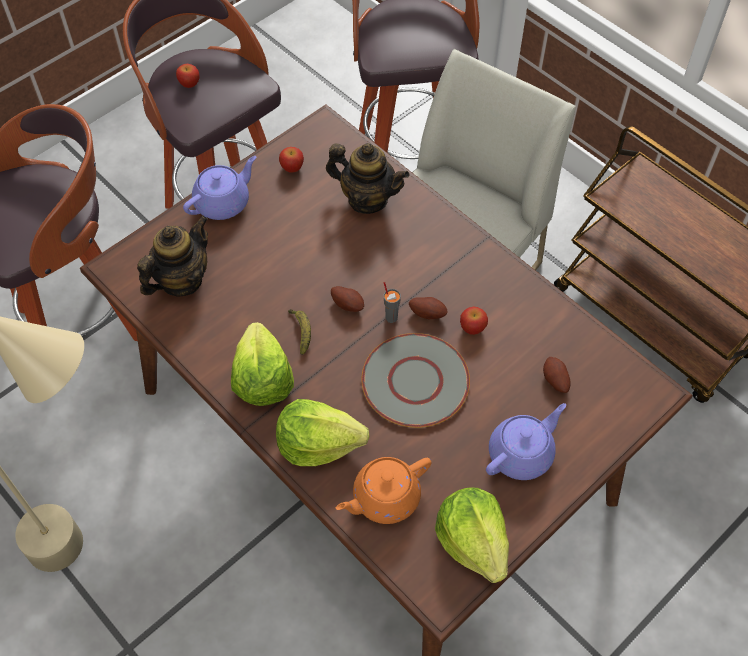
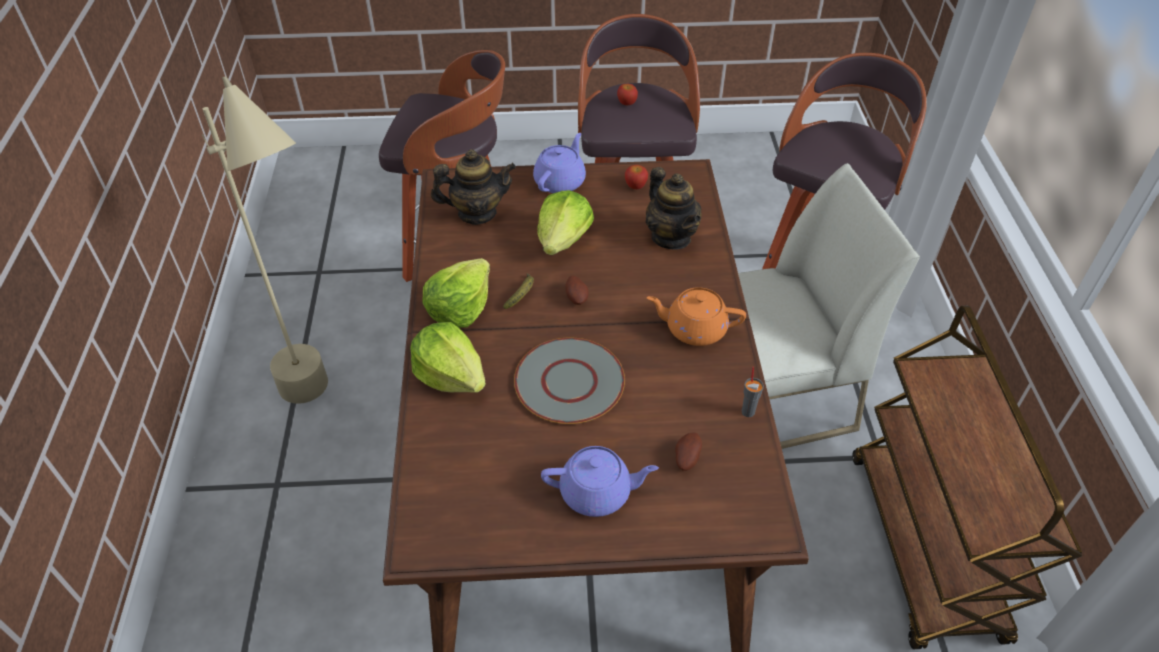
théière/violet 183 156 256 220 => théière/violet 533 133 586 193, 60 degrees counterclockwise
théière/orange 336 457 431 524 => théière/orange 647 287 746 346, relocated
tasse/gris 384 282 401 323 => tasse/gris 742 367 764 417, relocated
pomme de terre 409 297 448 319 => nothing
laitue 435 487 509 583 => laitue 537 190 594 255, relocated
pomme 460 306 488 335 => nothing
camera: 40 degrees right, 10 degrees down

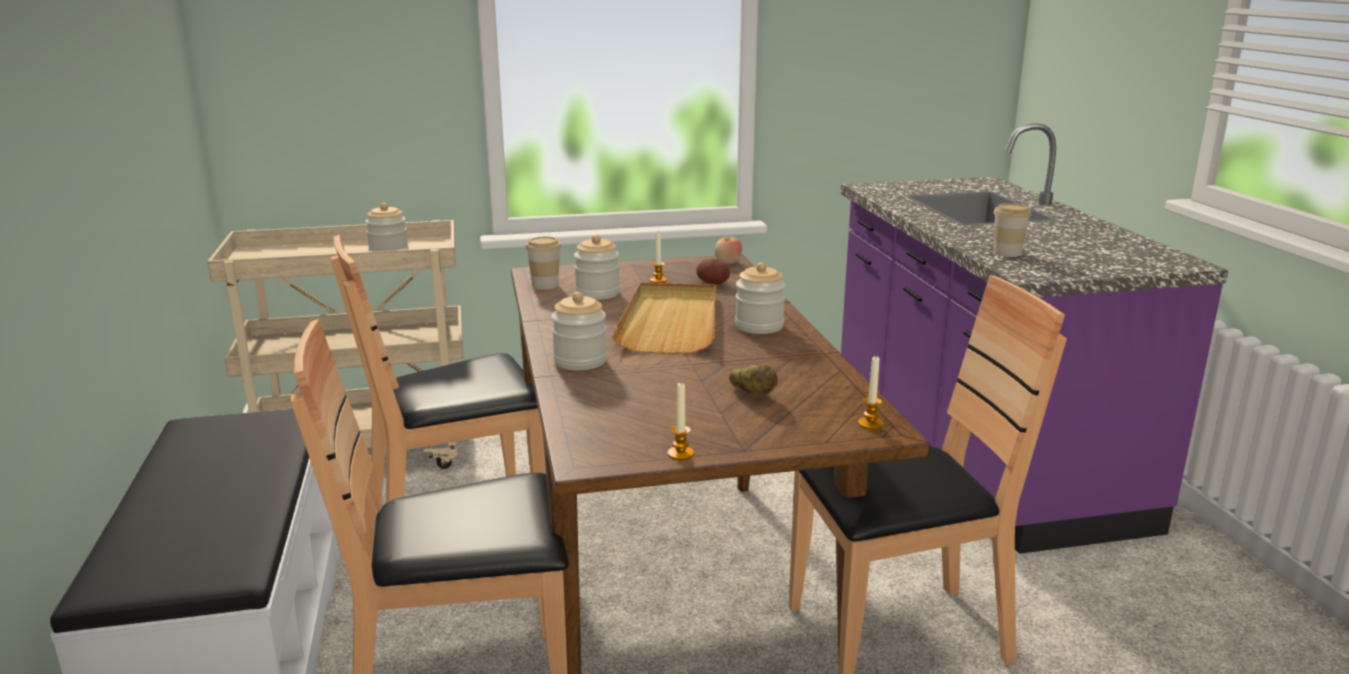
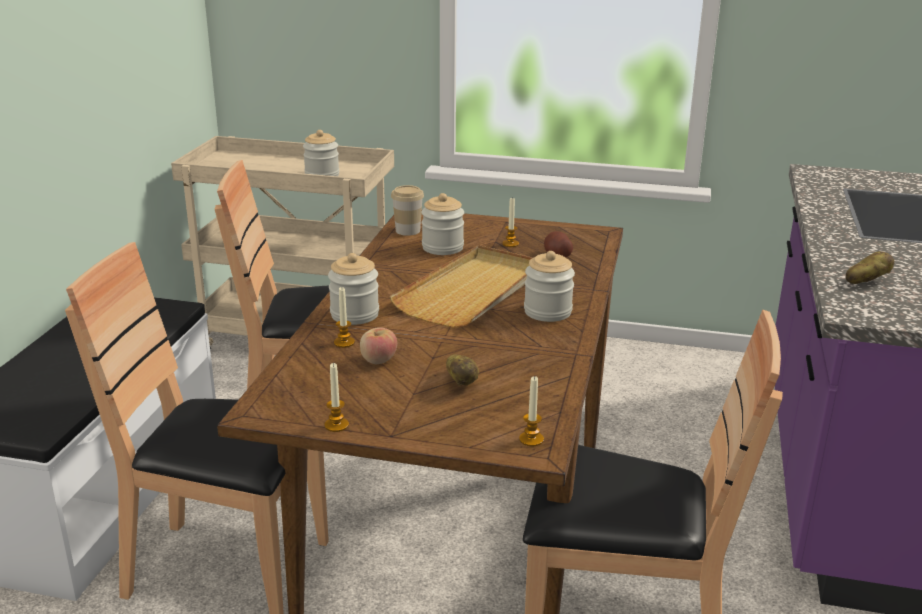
pomme 714 237 742 264 => pomme 360 327 397 364, relocated
tasse 993 203 1031 257 => pomme de terre 846 251 895 284
nothing => bougie 334 287 355 348
camera: 25 degrees right, 5 degrees up

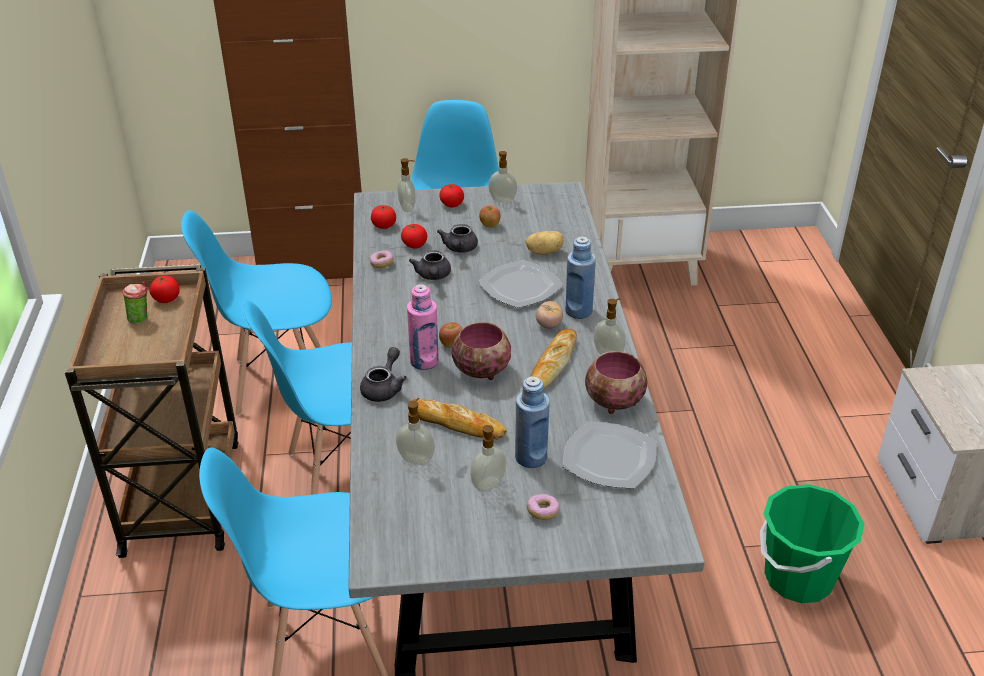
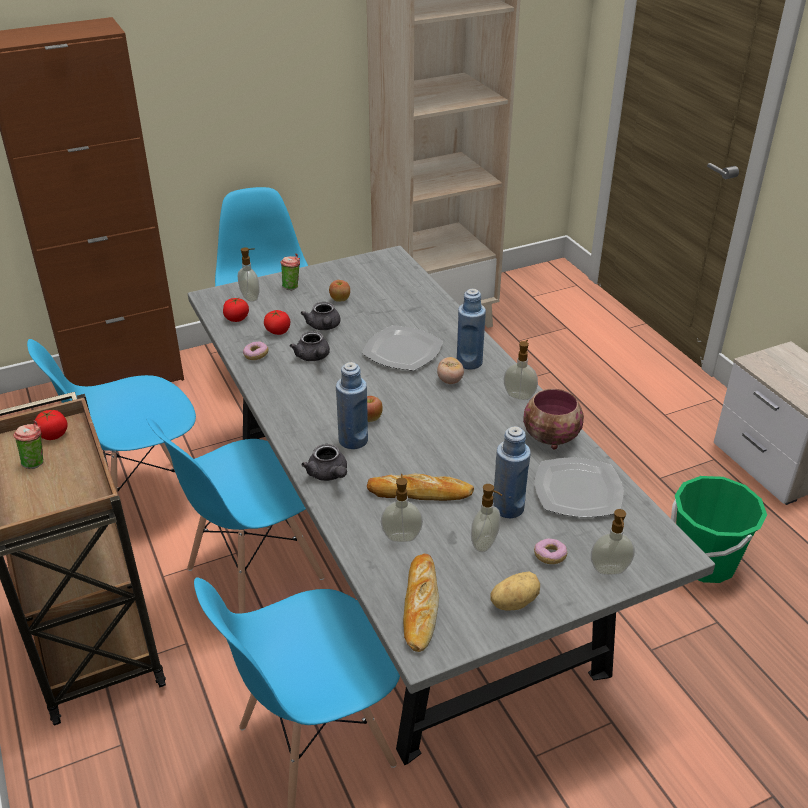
théière/gris 360 347 407 402 => théière/gris 302 444 347 481, 150 degrees clockwise
bouteille/rose 407 284 439 370 => bouteille/bleu 336 362 368 449
tomate 439 184 464 207 => tasse 280 253 300 290
bol 452 322 511 380 => nothing
distributeur de savon 488 151 517 203 => distributeur de savon 591 509 635 575, relocated
pomme de terre 525 231 563 255 => pomme de terre 490 572 540 611, relocated
pain 530 329 577 390 => pain 403 554 439 652, relocated
camera: 20 degrees left, 0 degrees up

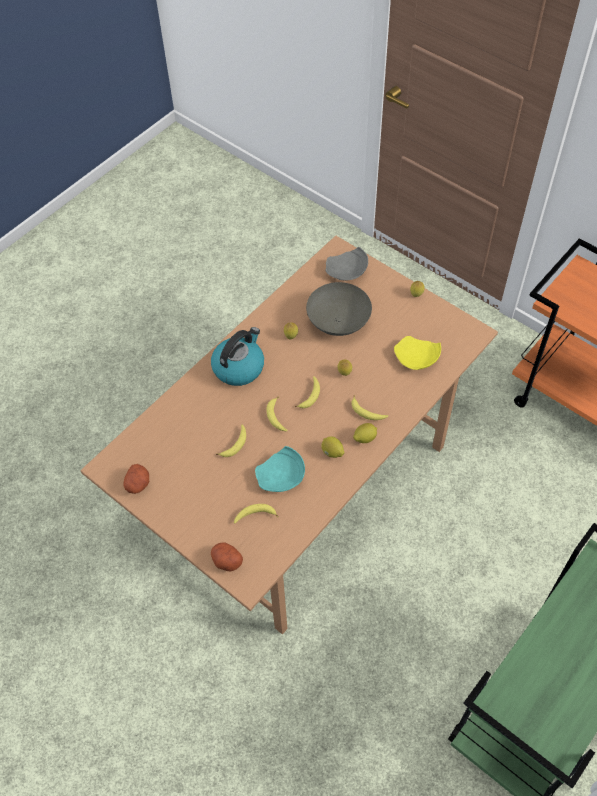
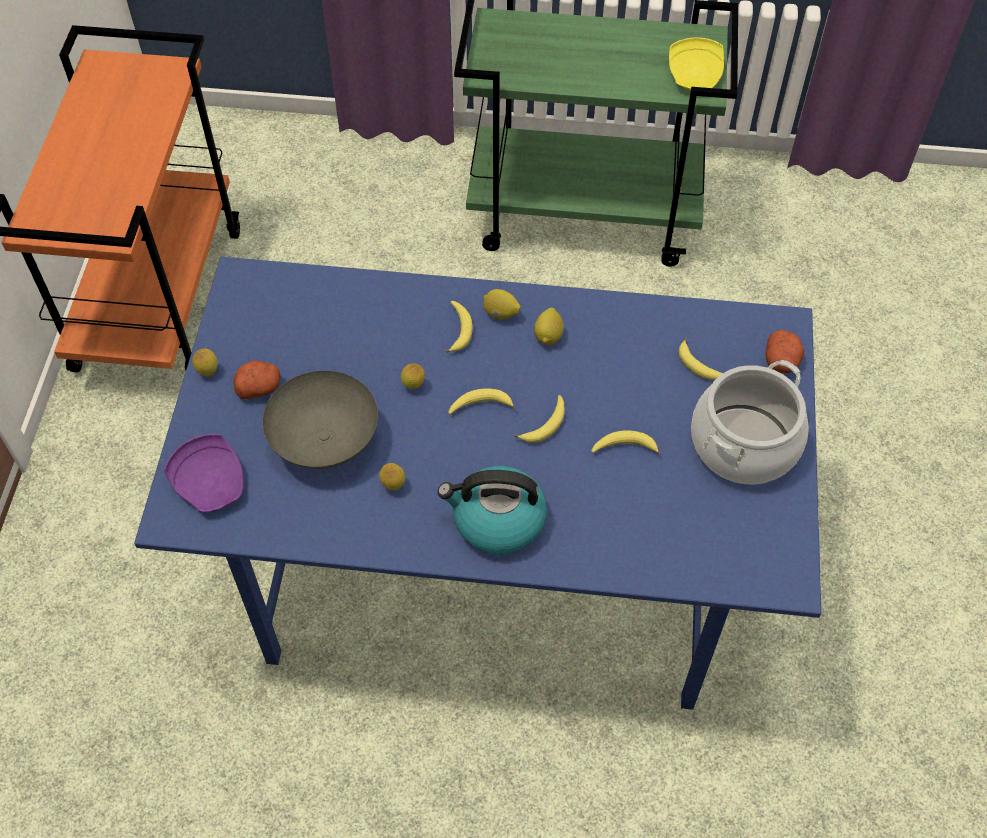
table à manger/marron 80 236 498 635 => table à manger/bleu 134 257 821 710
pomme de terre 123 464 149 494 => pomme de terre 233 360 281 399, relocated
assiette/turquoise 255 446 305 492 => nothing
assiette/gris 326 247 368 280 => assiette/violet 164 434 244 512
assiette/jaune 394 336 441 370 => assiette/jaune 669 37 724 91, relocated
nothing => marmite 691 360 809 484
camera: 125 degrees left, 0 degrees up

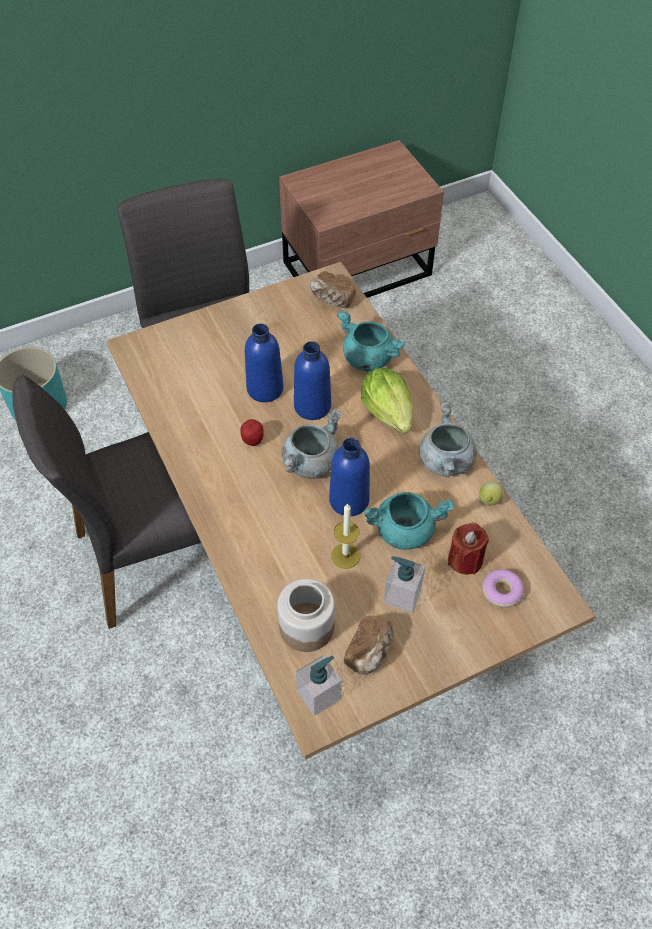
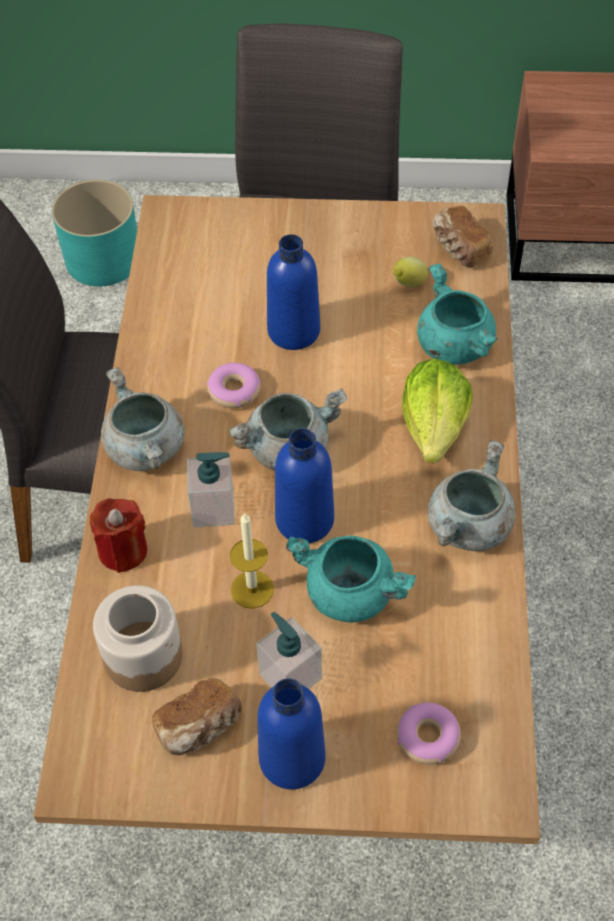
pomme 240 419 264 446 => beignet 207 363 261 408
bouteille/bleu 294 341 331 420 => bouteille/bleu 257 678 326 790, relocated
distributeur de savon 296 655 342 716 => distributeur de savon 187 452 235 528, relocated
bougie/rouge 448 522 489 575 => bougie/rouge 90 498 147 573, relocated
citron 479 482 504 505 => citron 392 257 428 287, relocated
nothing => marmite/gris 101 367 184 471
camera: 30 degrees right, 0 degrees up

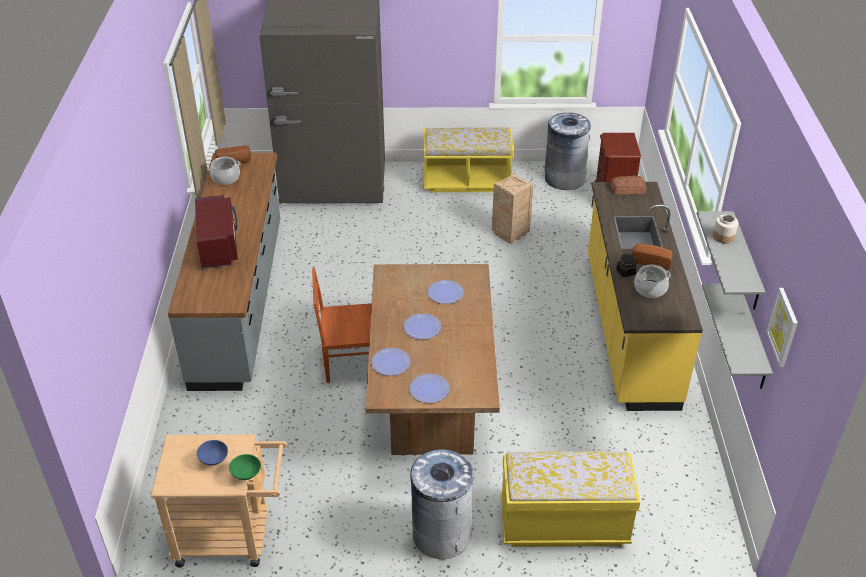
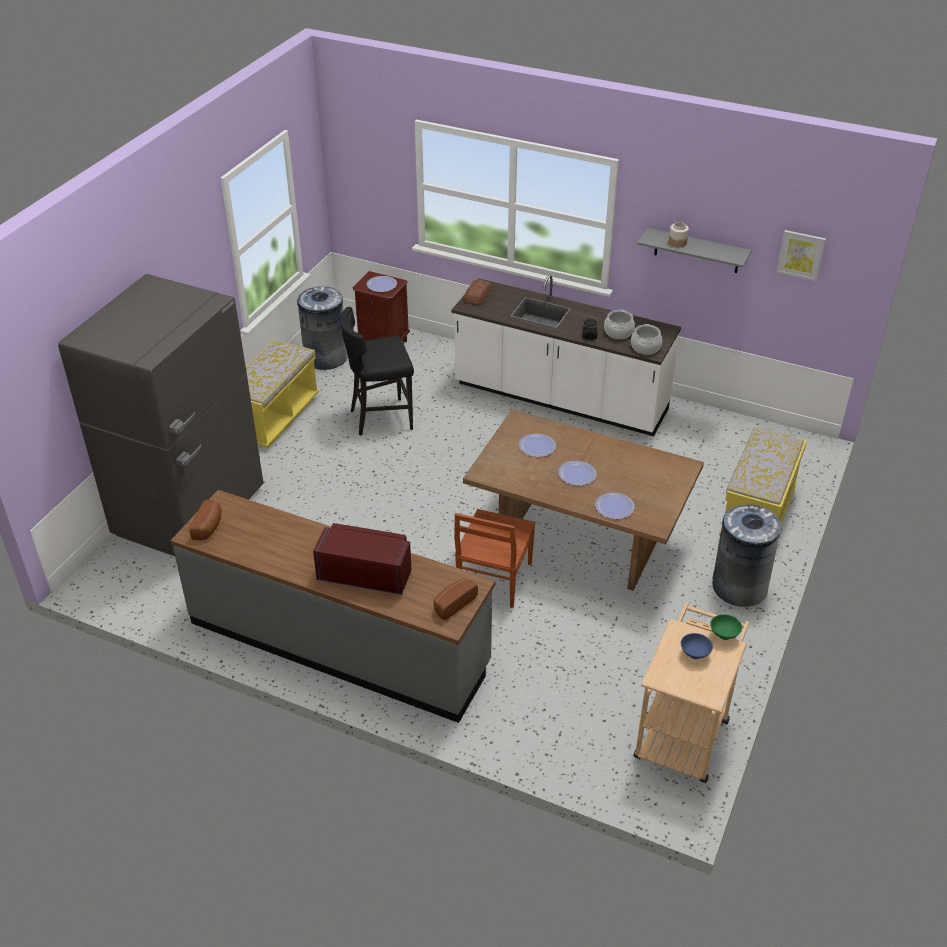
marmite 208 156 240 185 => marmite 631 324 662 355, relocated
assiette 409 374 450 403 => assiette 367 276 397 292, relocated
caisse 492 173 534 244 => tabouret/noir 340 307 414 436
comptoir de cuisine/jaune 588 182 703 411 => comptoir de cuisine/blanc 451 275 681 436
pain 631 244 672 270 => pain 434 578 478 620, relocated
étagère/gris 702 284 773 389 => nothing
camera: 65 degrees left, 0 degrees up

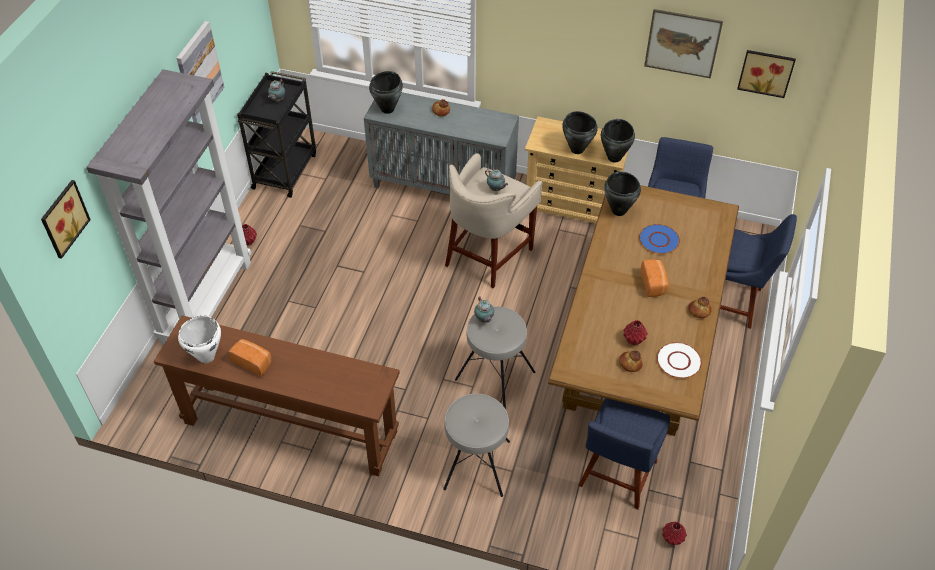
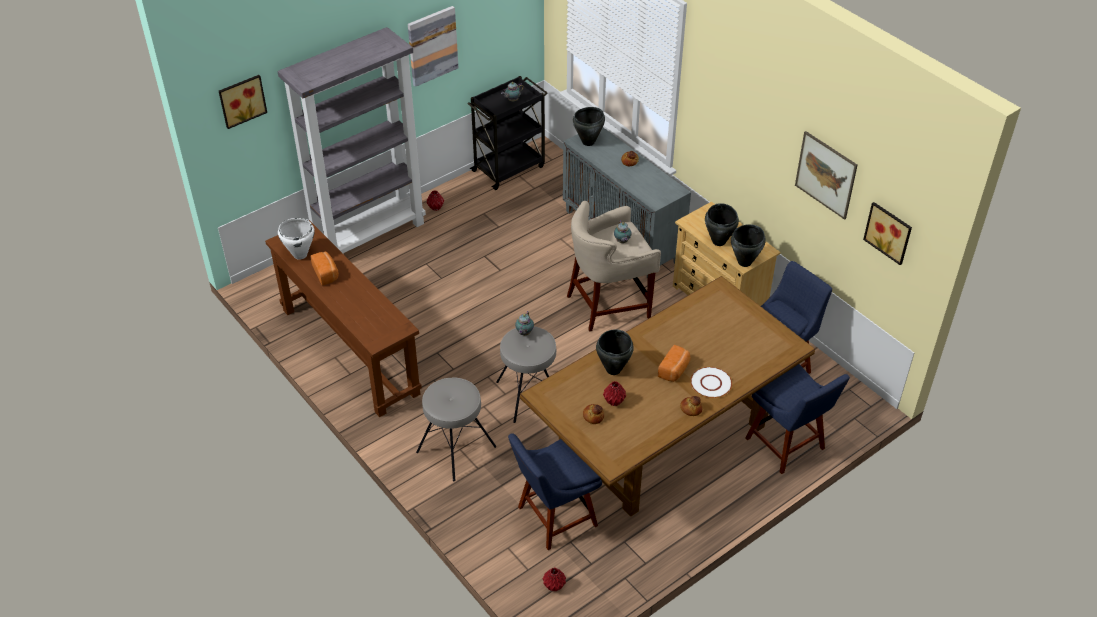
marmite/noir 604 171 641 216 => marmite/noir 596 329 634 375, relocated
assiette/bleu 639 224 680 254 => nothing
assiette/blanc 657 342 702 379 => assiette/blanc 690 367 732 398, relocated
camera: 35 degrees right, 5 degrees down

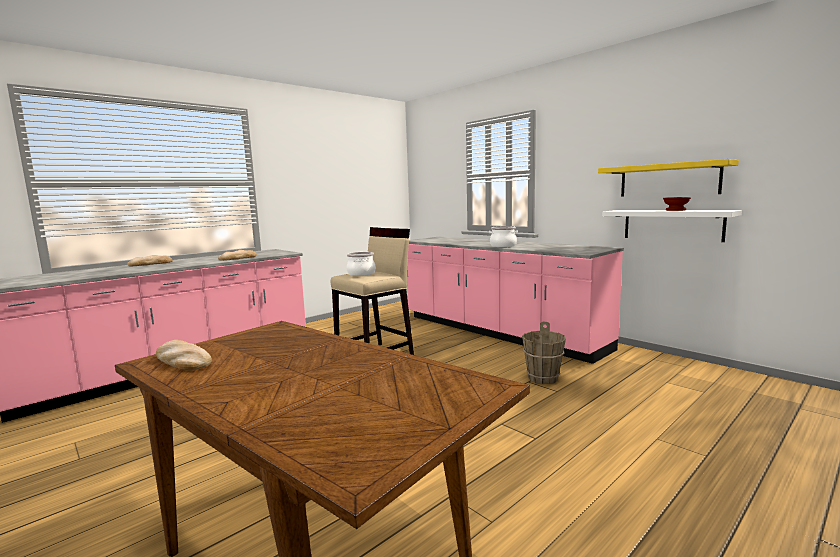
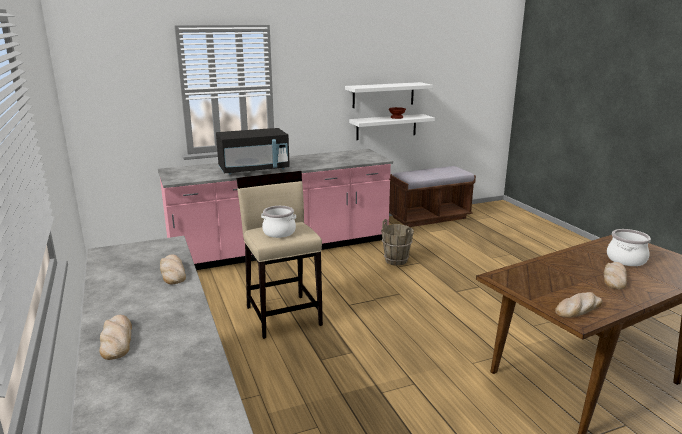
marmite 489 226 518 247 => marmite 607 229 651 266, relocated
étagère/jaune 598 159 739 197 => étagère/blanc 345 82 433 108
nothing => micro-ondes/noir 216 128 290 174
nothing => banc/marron 389 166 476 227
nothing => pain 604 262 627 289
camera: 70 degrees left, 10 degrees up

